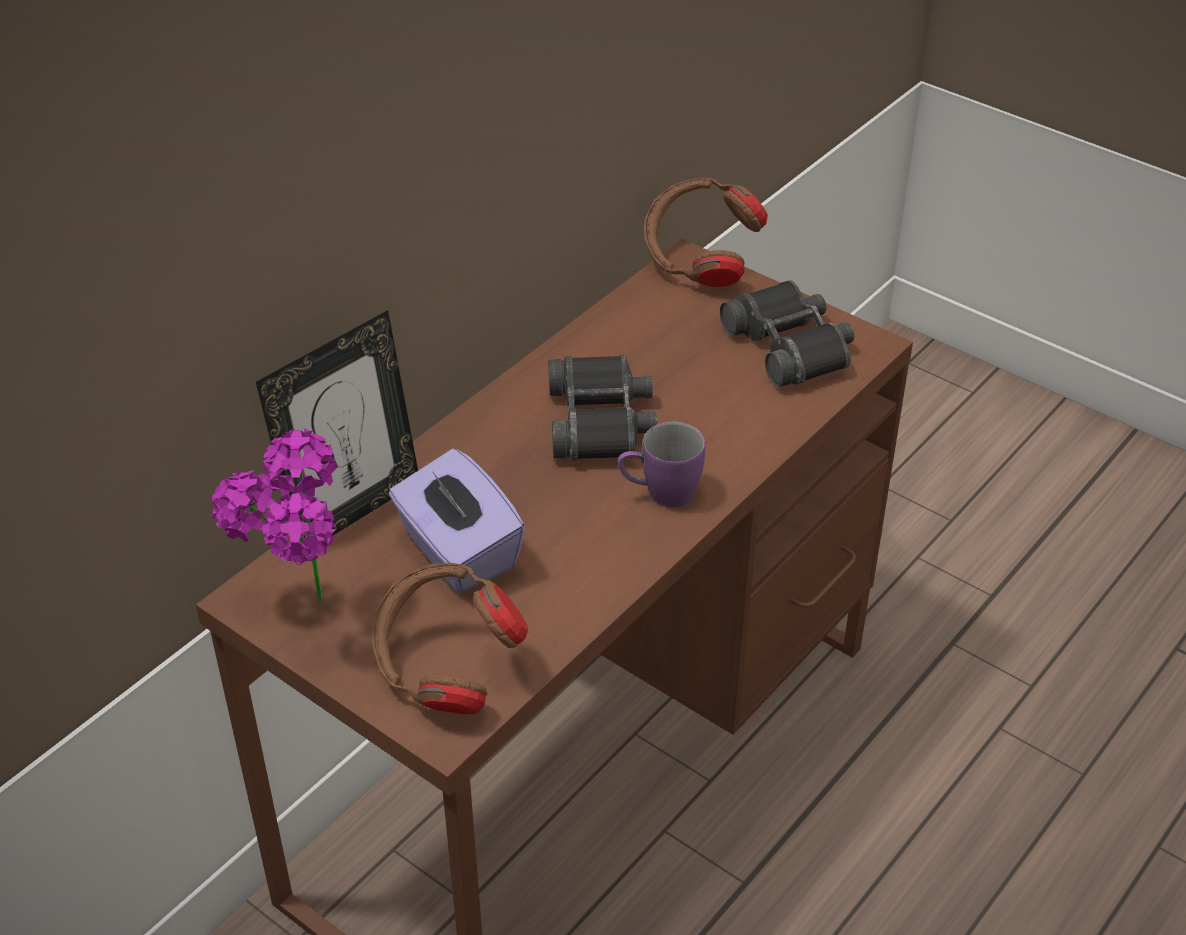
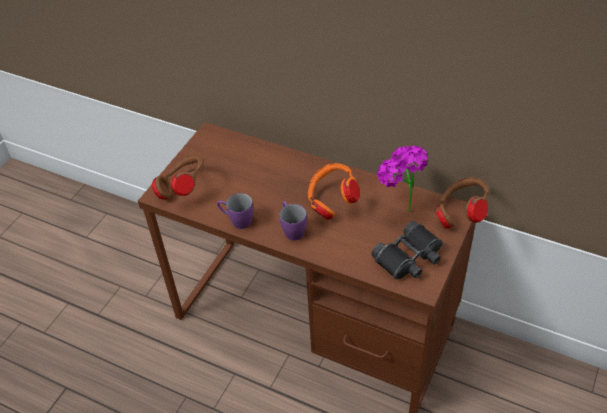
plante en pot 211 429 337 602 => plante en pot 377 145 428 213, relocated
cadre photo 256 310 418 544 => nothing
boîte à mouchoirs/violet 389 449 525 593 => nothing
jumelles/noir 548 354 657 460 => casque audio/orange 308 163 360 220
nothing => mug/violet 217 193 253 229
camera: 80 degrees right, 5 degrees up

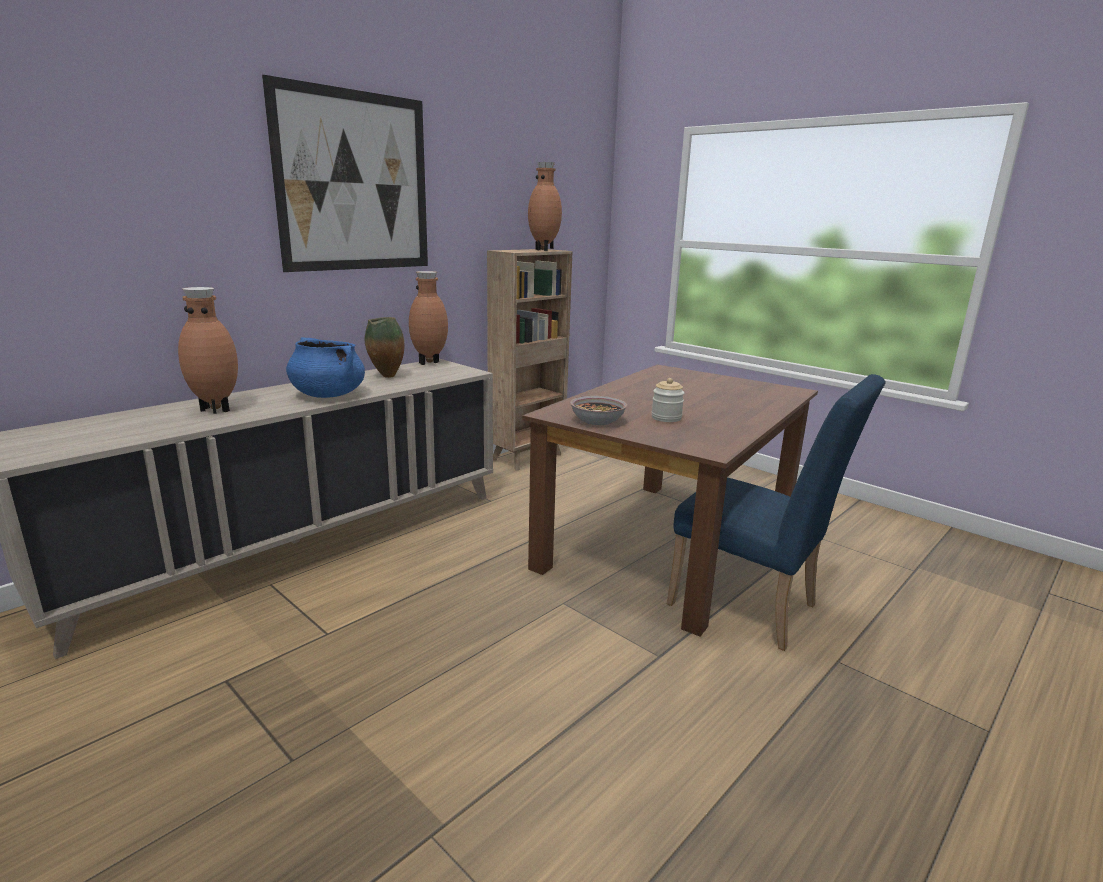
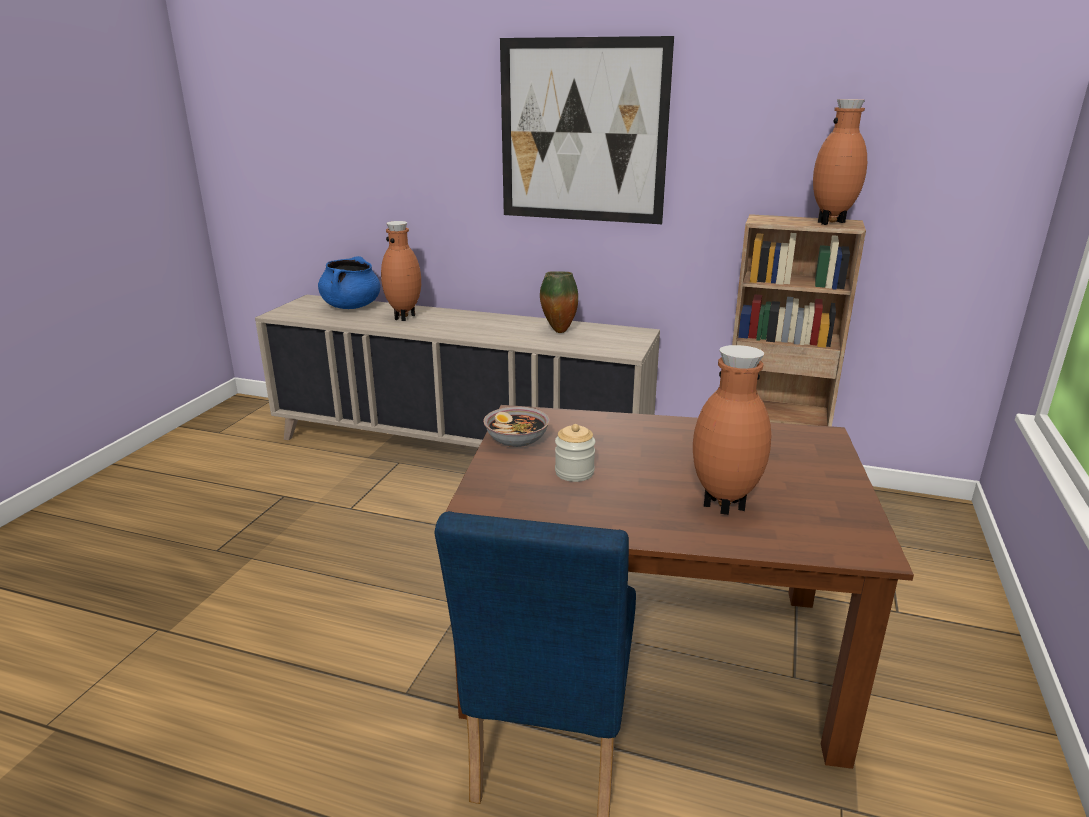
marmite/bleu 286 337 365 398 => marmite/bleu 318 256 381 309, relocated
vase/marron 409 271 448 365 => vase/marron 693 345 771 515, relocated
camera: 65 degrees right, 5 degrees up

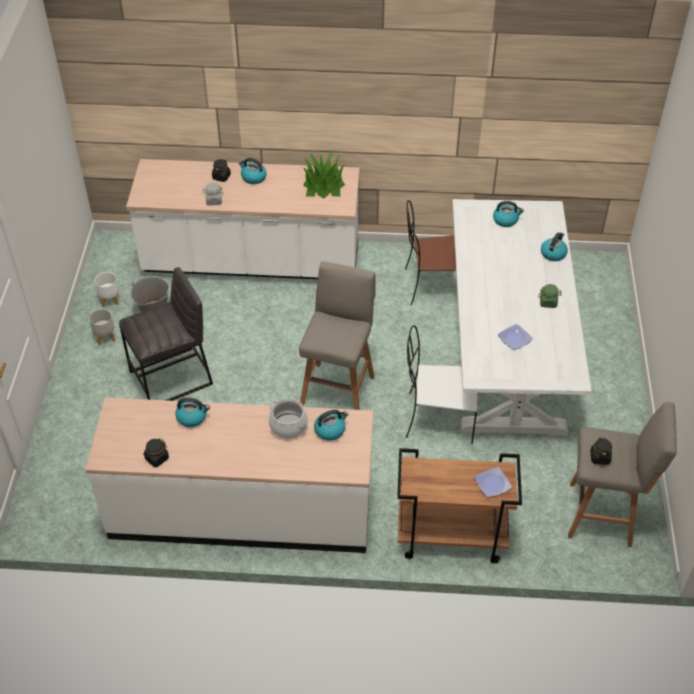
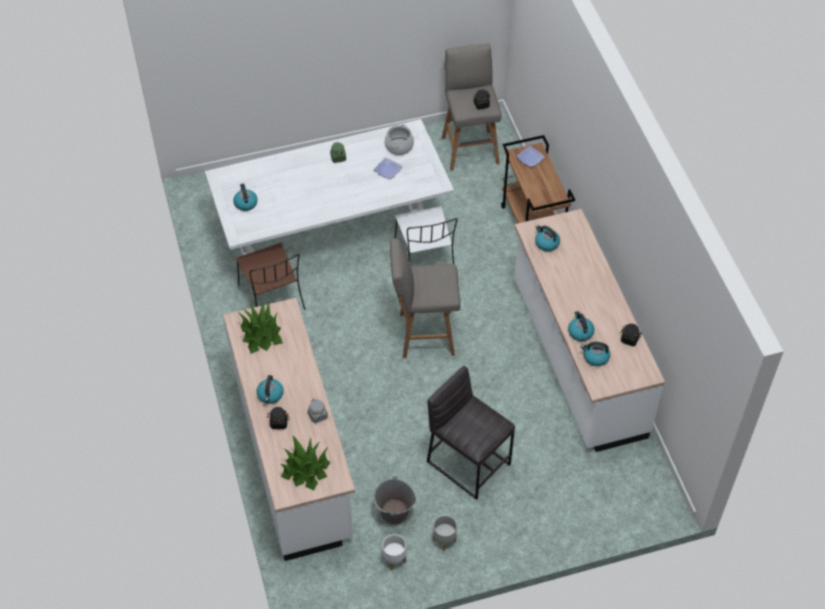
marmite 269 398 308 439 => marmite 385 124 414 155, relocated
bouilloire 541 233 568 261 => bouilloire 581 342 610 366, relocated
nothing => plante en pot 281 435 331 490
camera: 110 degrees left, 5 degrees up

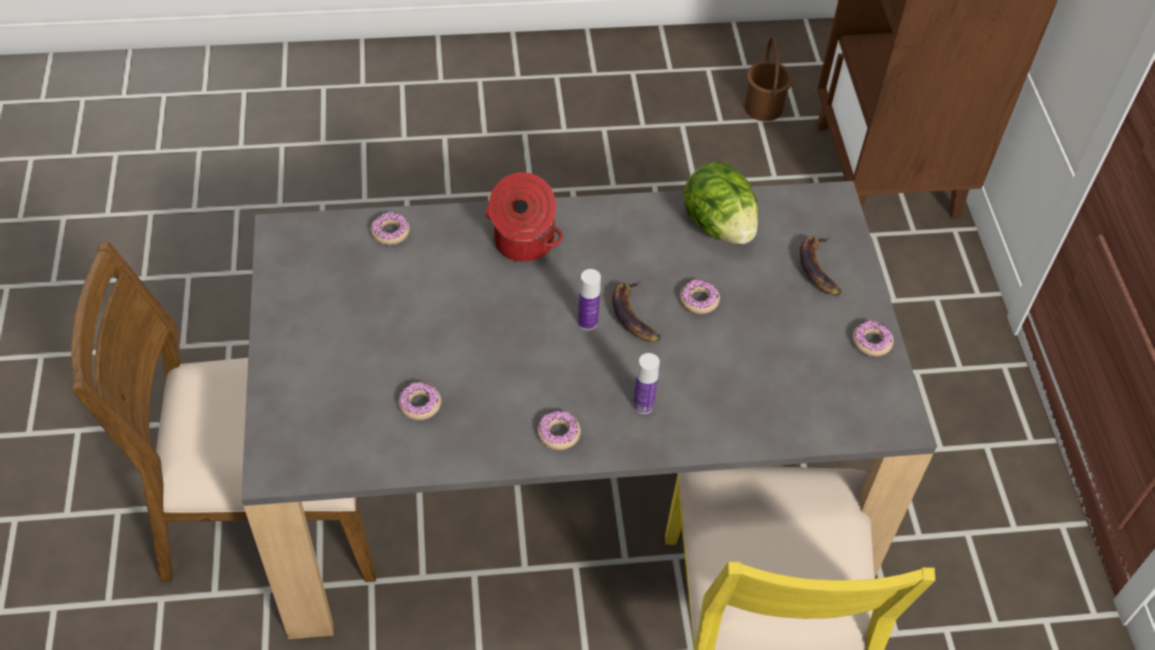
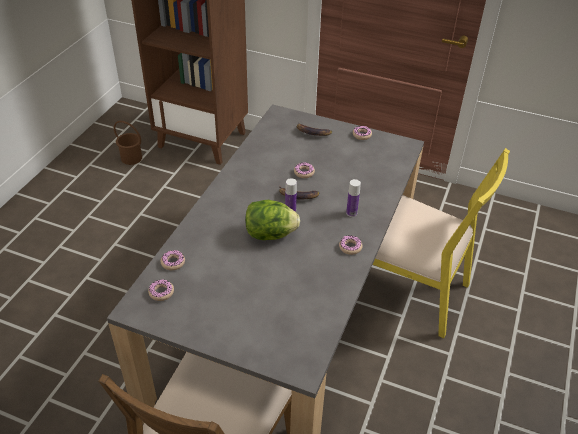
beignet 398 382 441 420 => beignet 148 279 174 301, relocated
marmite 486 172 563 262 => nothing
laitue 683 162 758 244 => laitue 245 200 300 240, relocated
camera: 60 degrees left, 10 degrees down

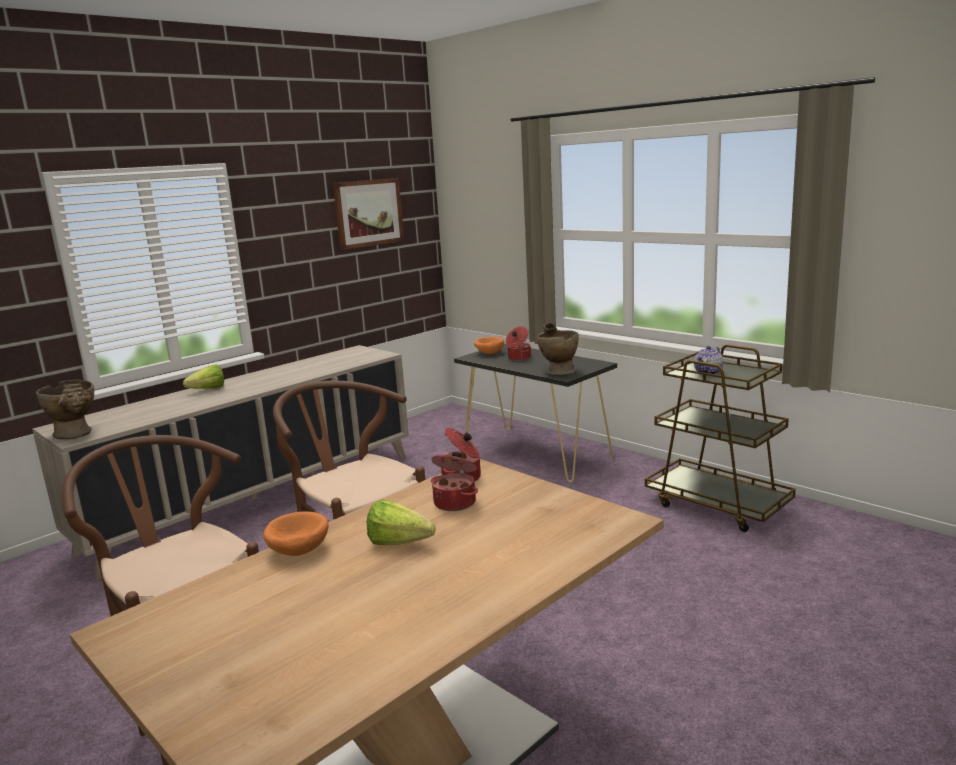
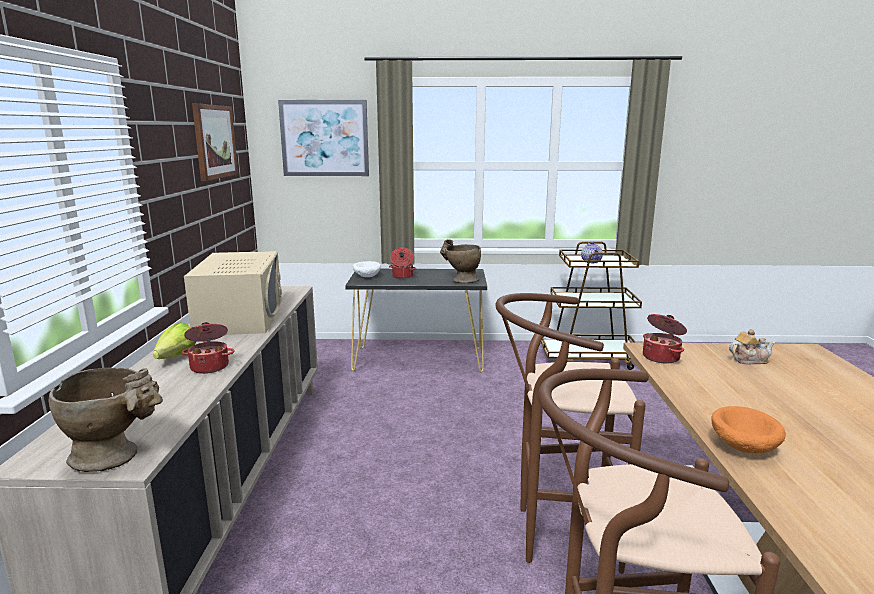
laitue 367 500 435 545 => nothing
marmite 431 452 478 511 => marmite 181 322 235 374, relocated
bol/orange 474 337 504 354 => bol/blanc 353 261 381 277
nothing => micro-ondes/beige 184 251 282 335
nothing => tableau 278 100 369 176
nothing => théière 729 329 775 365
camera: 45 degrees left, 0 degrees up

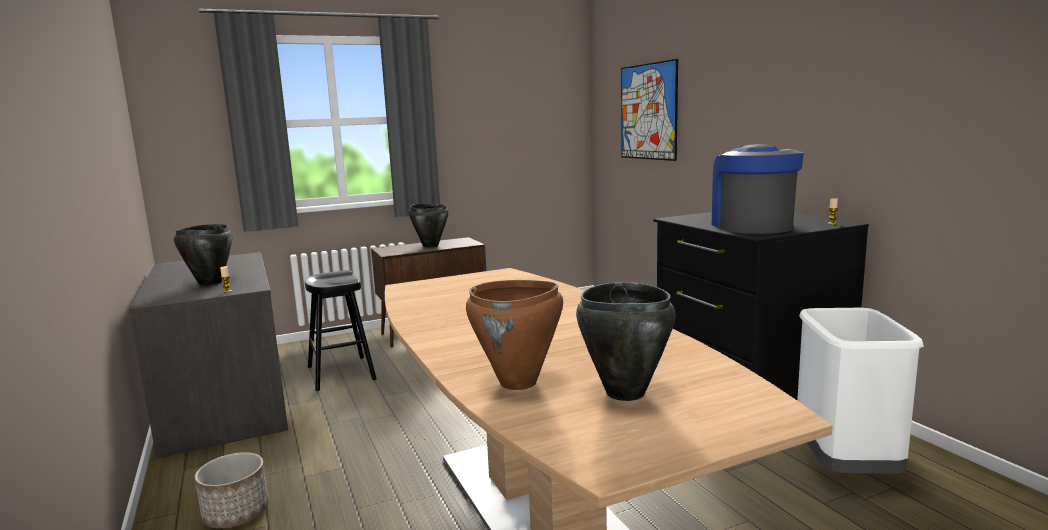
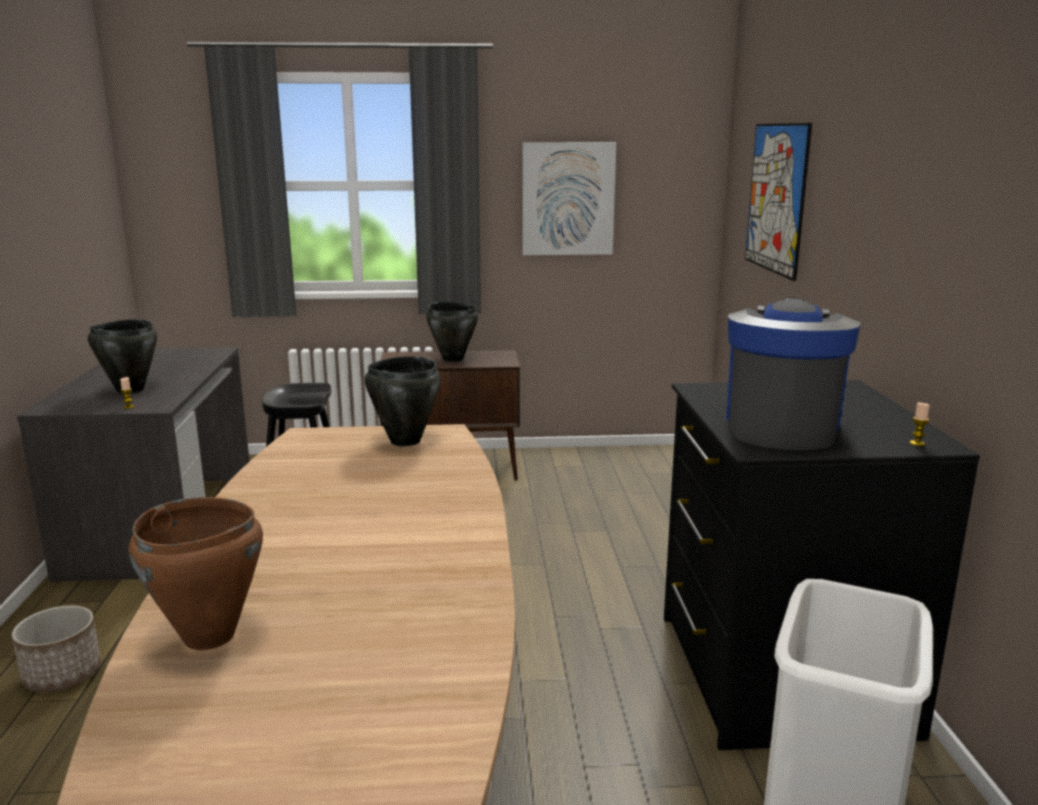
marmite/noir 576 282 676 401 => marmite/noir 365 356 441 446, relocated
nothing => tableau 522 142 616 255
camera: 20 degrees right, 5 degrees up

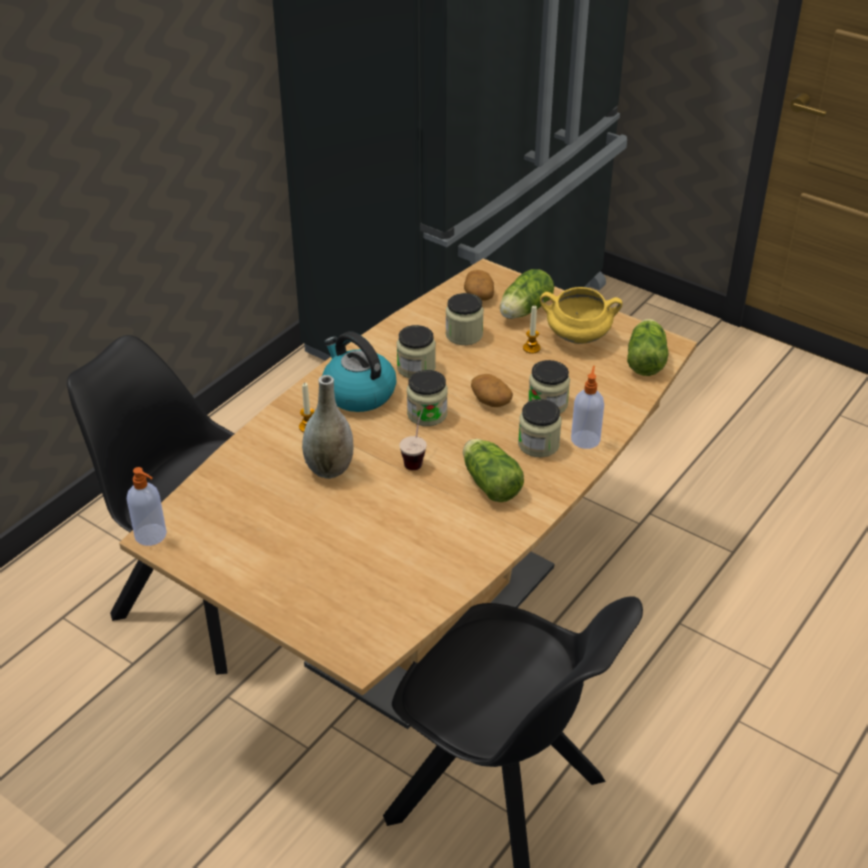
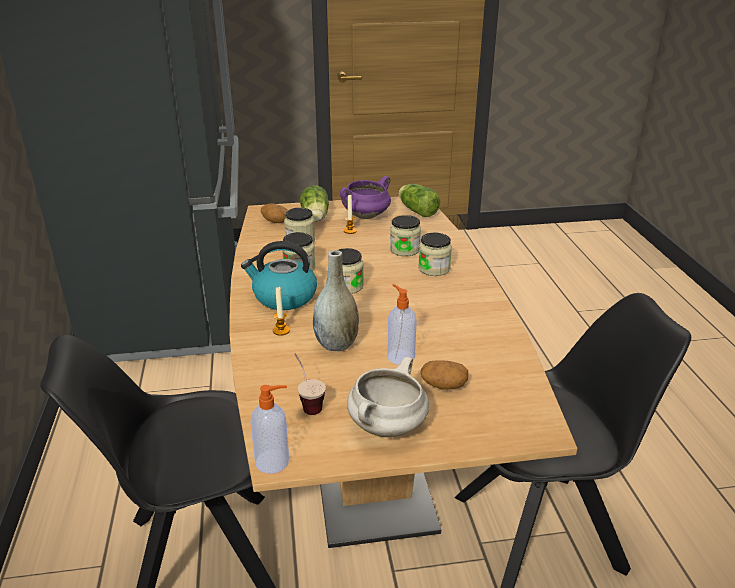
tasse 399 408 427 470 => tasse 295 353 326 415, relocated
laitue 463 439 524 502 => nothing
pomme de terre 471 374 513 407 => pomme de terre 421 360 468 390, relocated
marmite/jaune 540 287 623 344 => marmite/violet 340 176 391 219
distributeur de savon 571 366 604 449 => distributeur de savon 387 284 417 365, relocated
nothing => marmite/blanc 347 356 429 437
camera: 45 degrees left, 10 degrees down

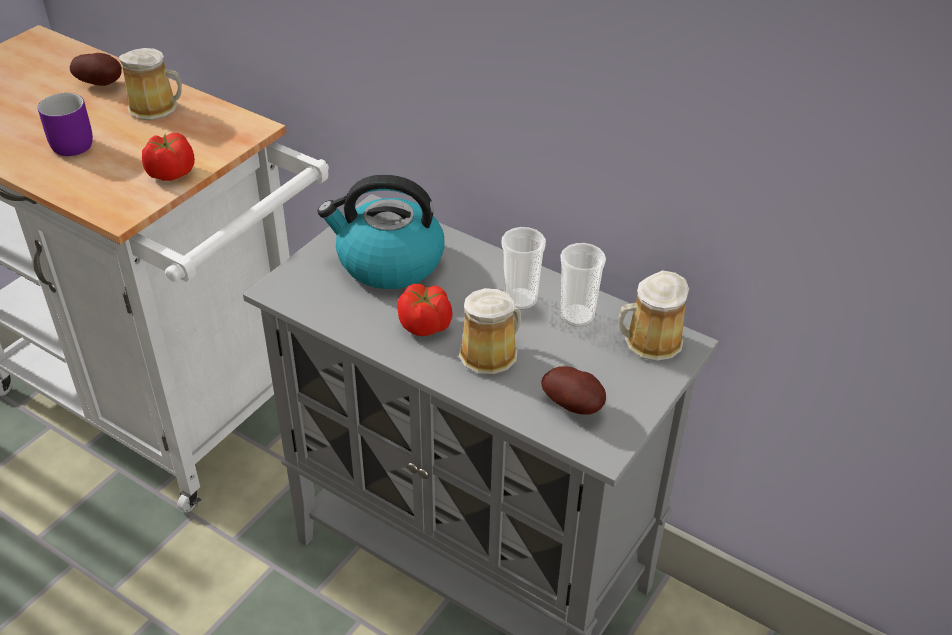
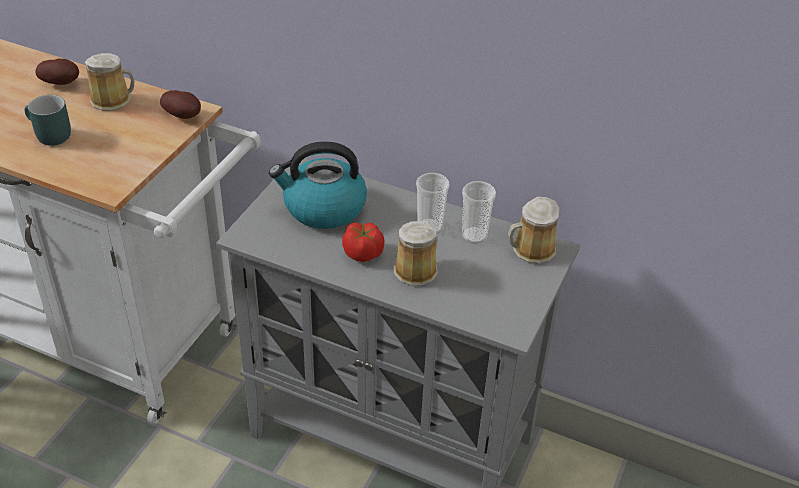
mug/violet 38 93 93 156 => mug/turquoise 24 95 71 146
tomate 142 133 195 181 => nothing
pomme de terre 541 366 606 415 => pomme de terre 160 90 201 119, relocated
camera: 10 degrees left, 0 degrees up

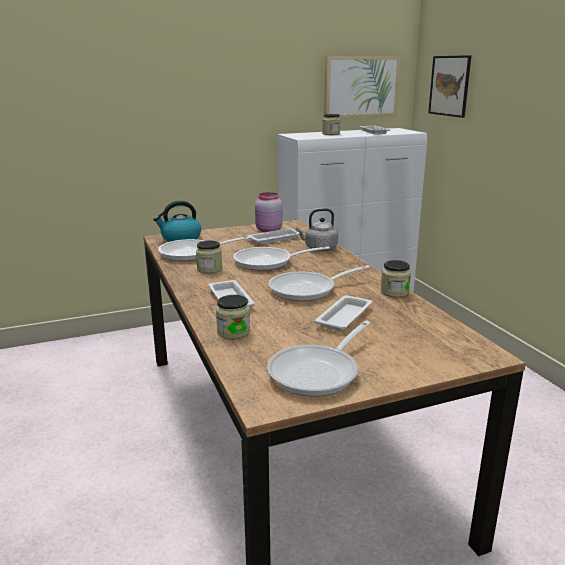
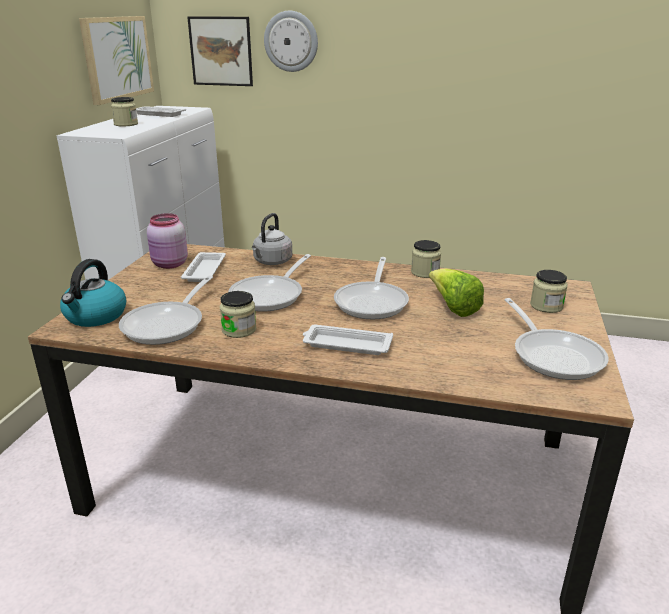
bocal 216 295 250 339 => bocal 530 270 568 313, relocated
plateau/blanc 314 295 373 331 => laitue 429 268 484 317
nothing => horloge murale 264 10 318 72
camera: 55 degrees left, 5 degrees up

